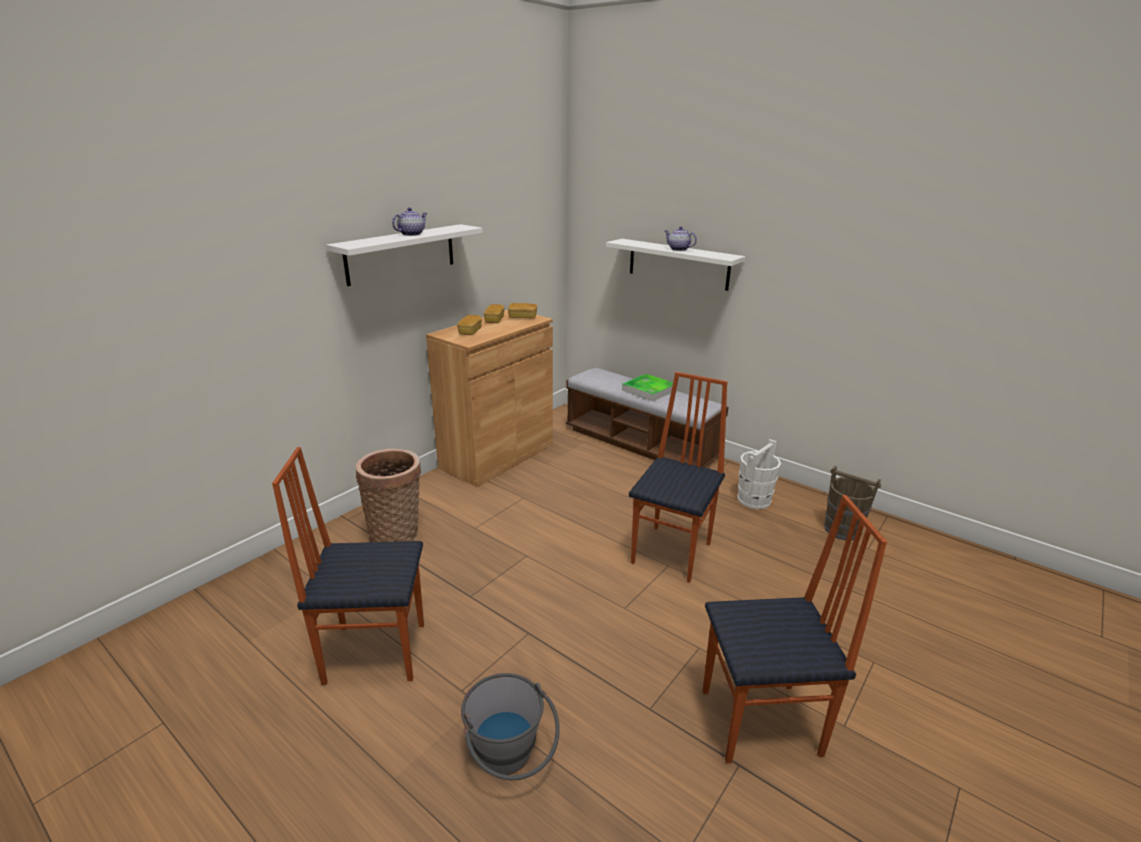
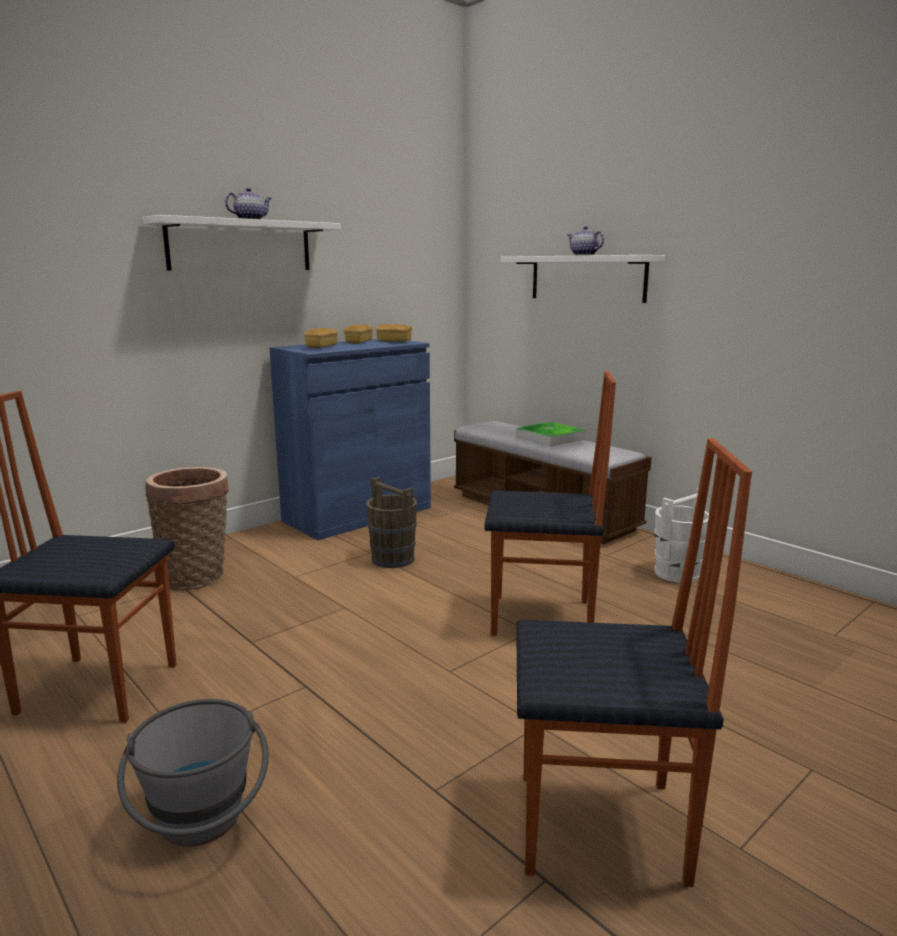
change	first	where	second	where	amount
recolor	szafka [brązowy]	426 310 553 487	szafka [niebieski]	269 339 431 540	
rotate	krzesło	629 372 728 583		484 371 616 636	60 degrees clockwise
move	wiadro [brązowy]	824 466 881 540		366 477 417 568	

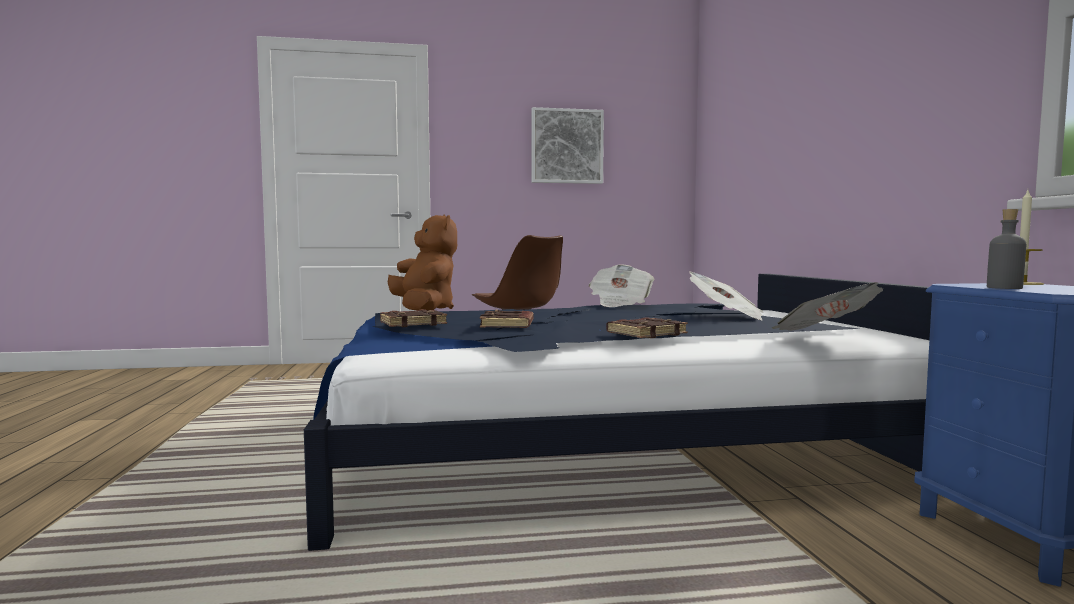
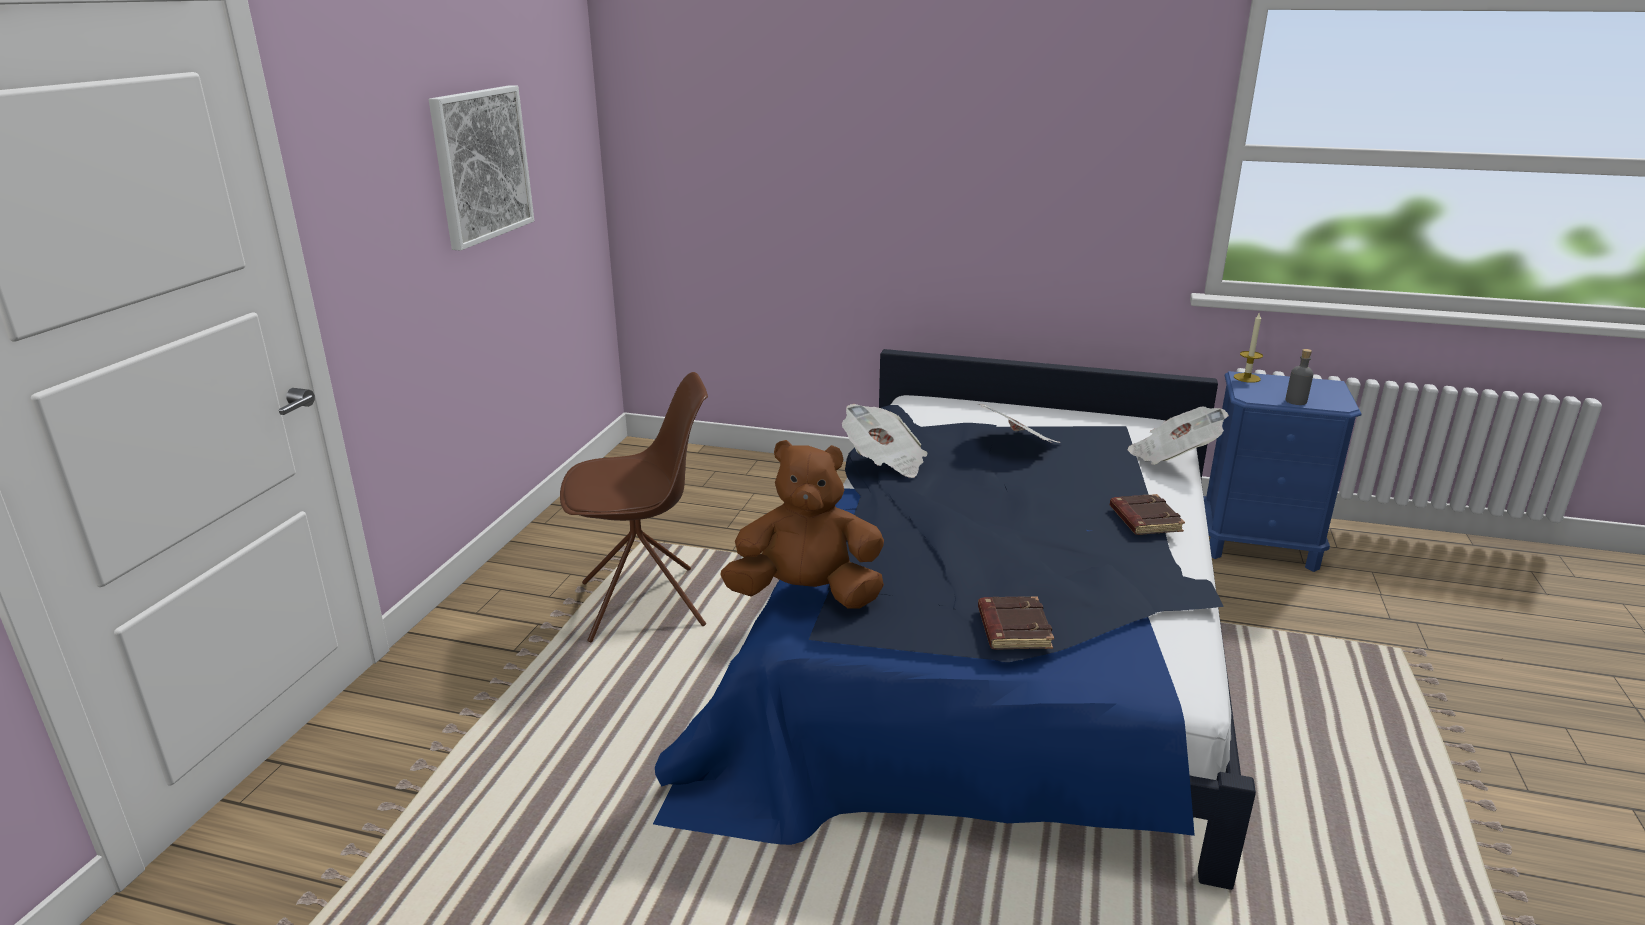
change	first	where	second	where	amount
delete	książka [brązowy]	480 309 534 328			

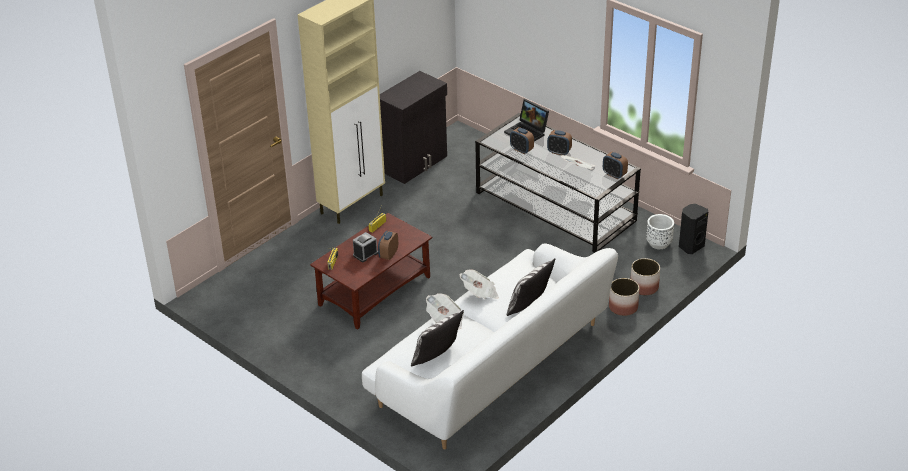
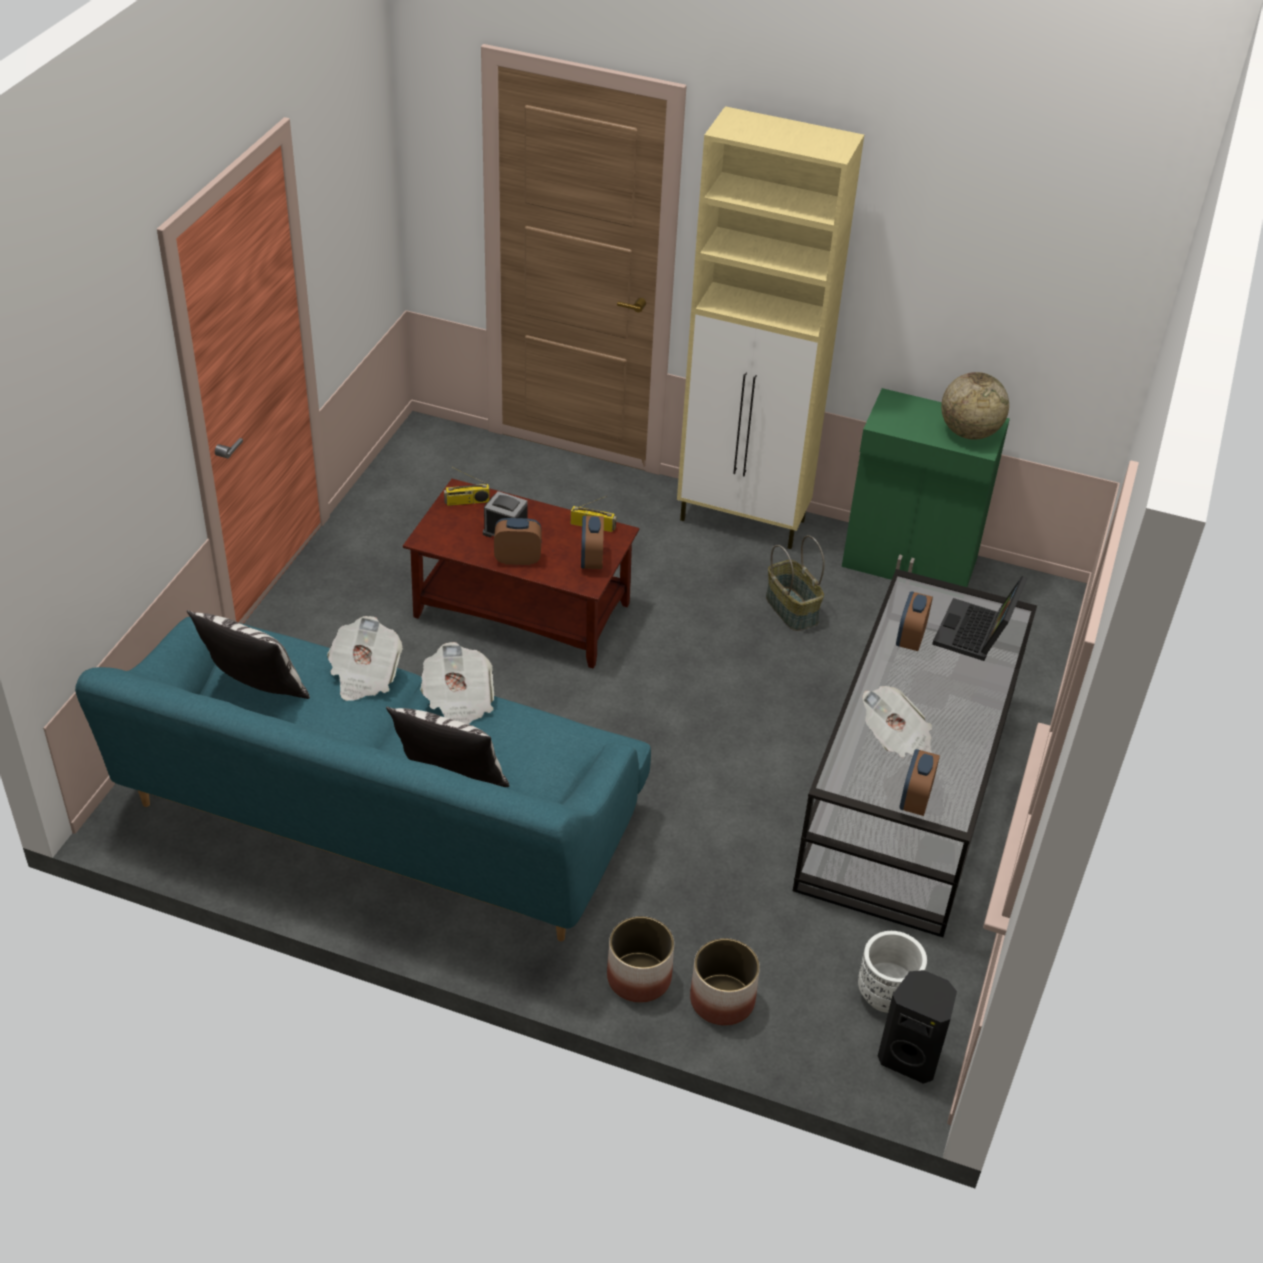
change	first	where	second	where	amount
recolor	kanapa [biały]	362 243 618 449	kanapa [turkusowy]	75 617 651 941	
recolor	szafka [czarny]	380 71 447 184	szafka [zielony]	842 388 1010 587	
move	budzik	547 130 572 155		581 516 604 569	
insert			koszyk	766 535 825 631	
insert			globus	941 372 1009 440	

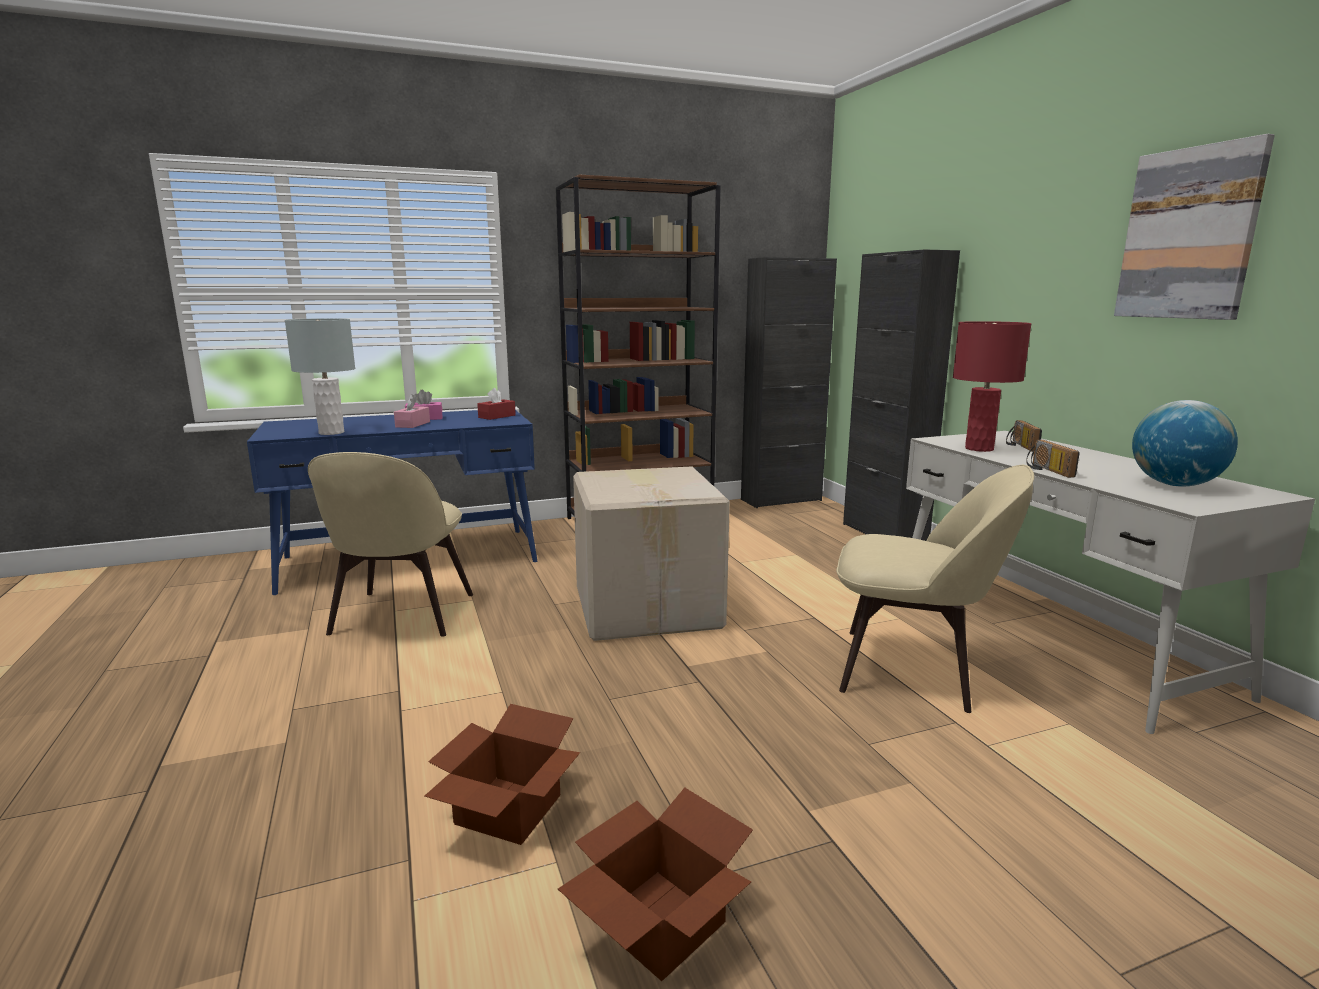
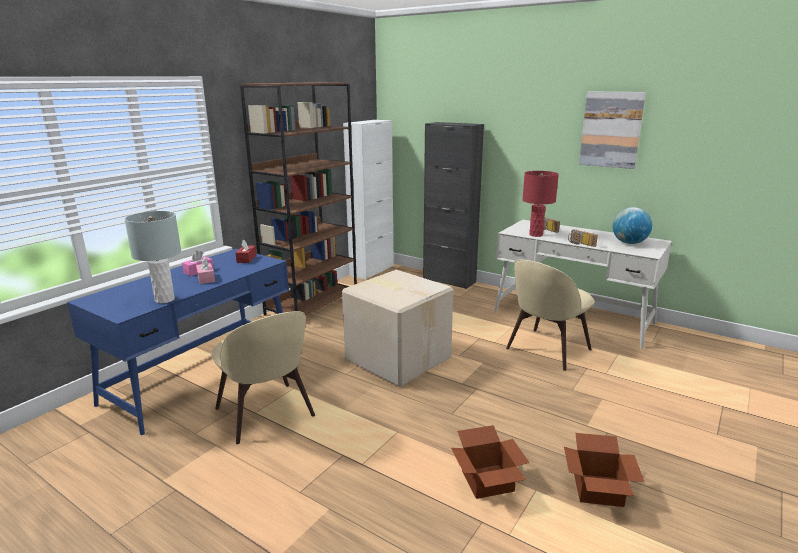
change	first	where	second	where	amount
recolor	szafka [czarny]	741 257 837 508	szafka [biały]	343 120 394 280	
rotate	krzesło [beżowy]	836 465 1034 713		506 260 595 371	150 degrees clockwise

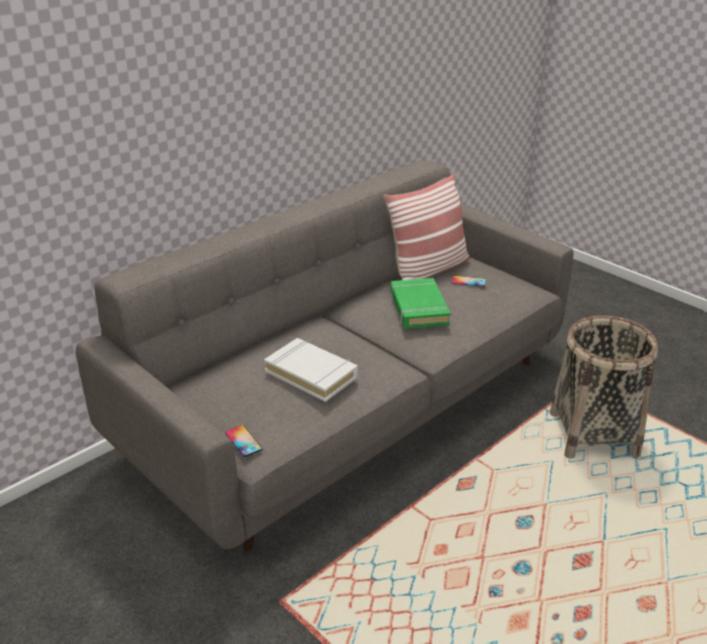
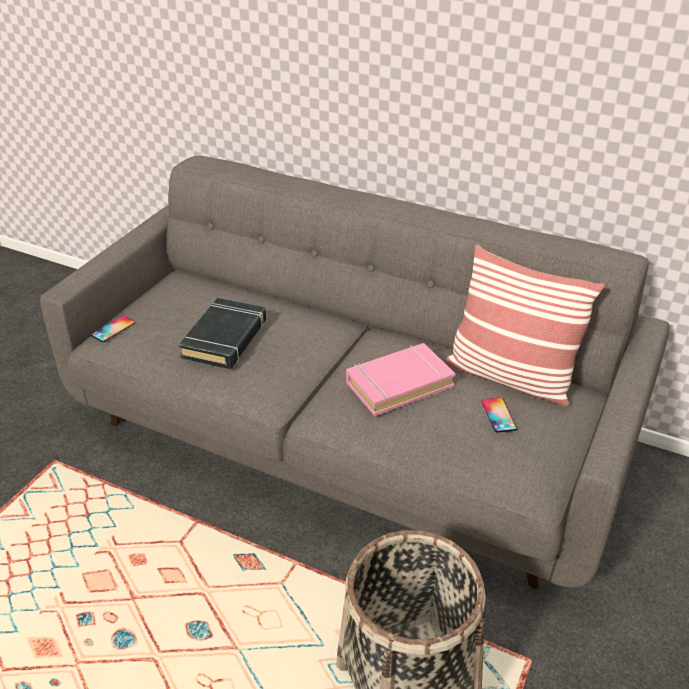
change	first	where	second	where	amount
recolor	książka [biały]	264 338 358 402	książka [czarny]	179 298 266 369	
recolor	książka [zielony]	390 278 451 329	książka [różowy]	346 343 455 416	

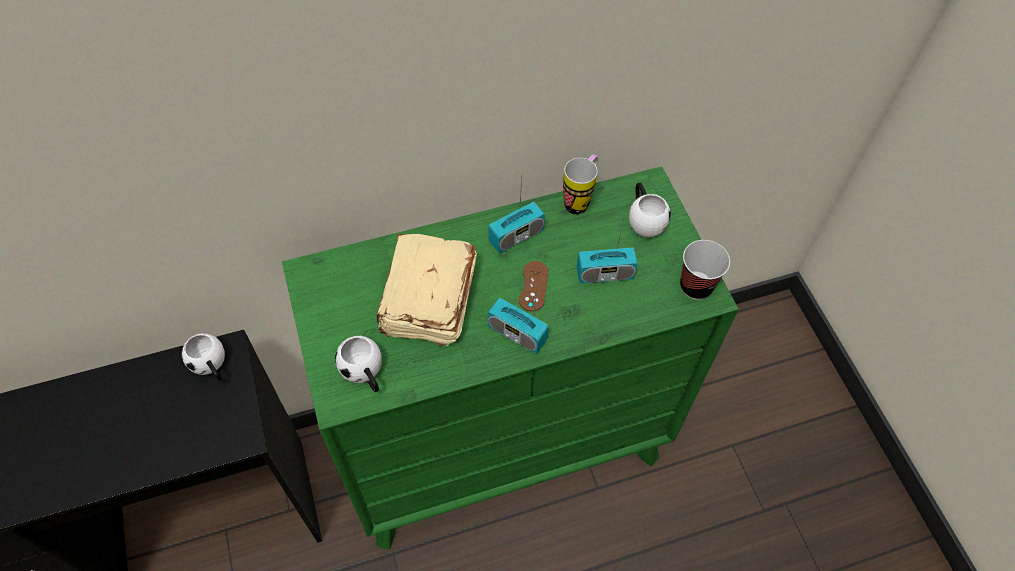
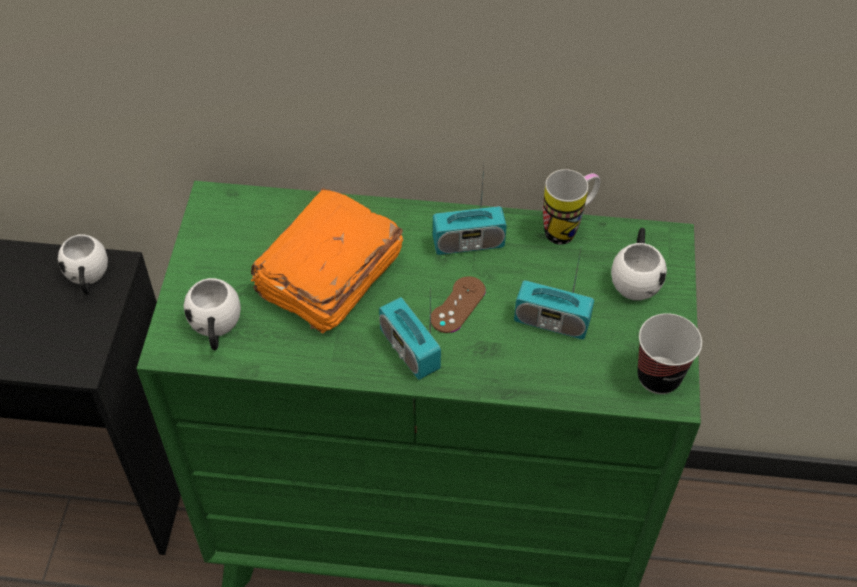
change	first	where	second	where	amount
recolor	książka [beżowy]	376 234 477 346	książka [pomarańczowy]	251 188 404 334	

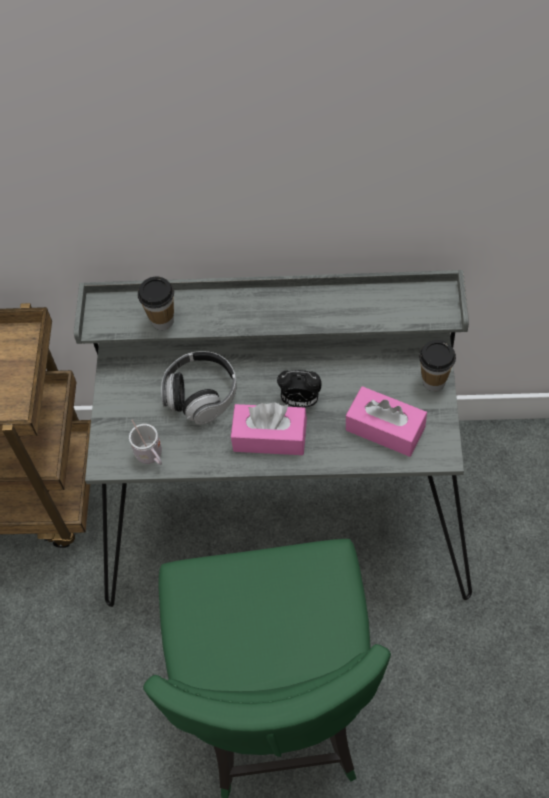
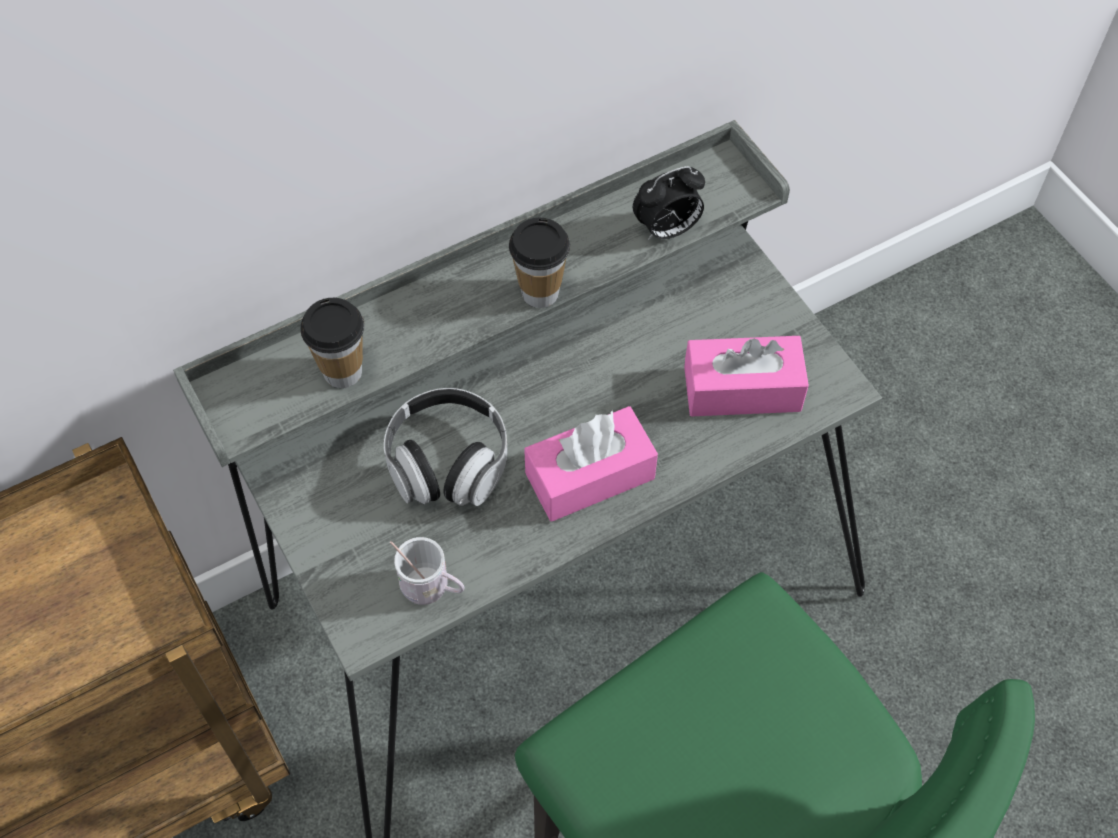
change	first	where	second	where	amount
move	budzik	277 370 322 408		633 166 705 240	
move	filiżanka	419 340 456 391		509 218 570 308	

